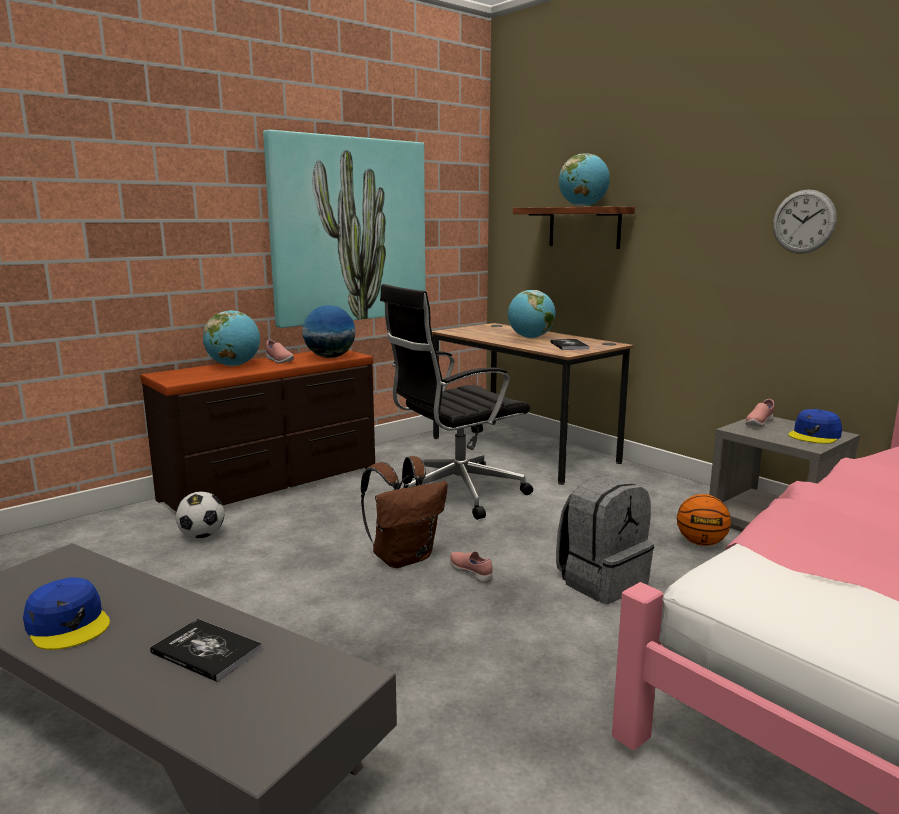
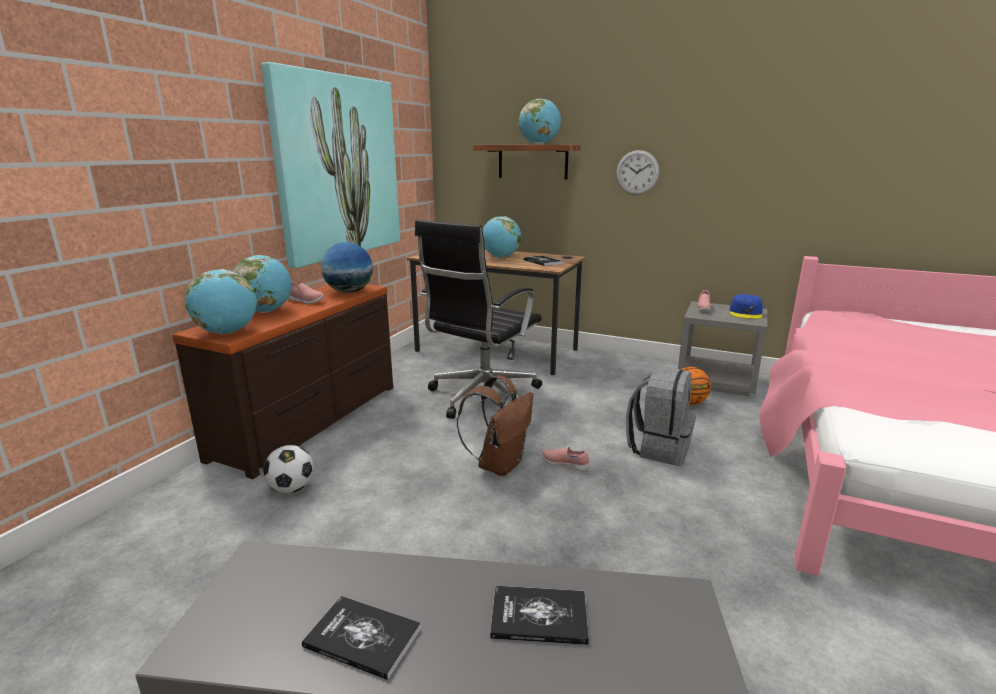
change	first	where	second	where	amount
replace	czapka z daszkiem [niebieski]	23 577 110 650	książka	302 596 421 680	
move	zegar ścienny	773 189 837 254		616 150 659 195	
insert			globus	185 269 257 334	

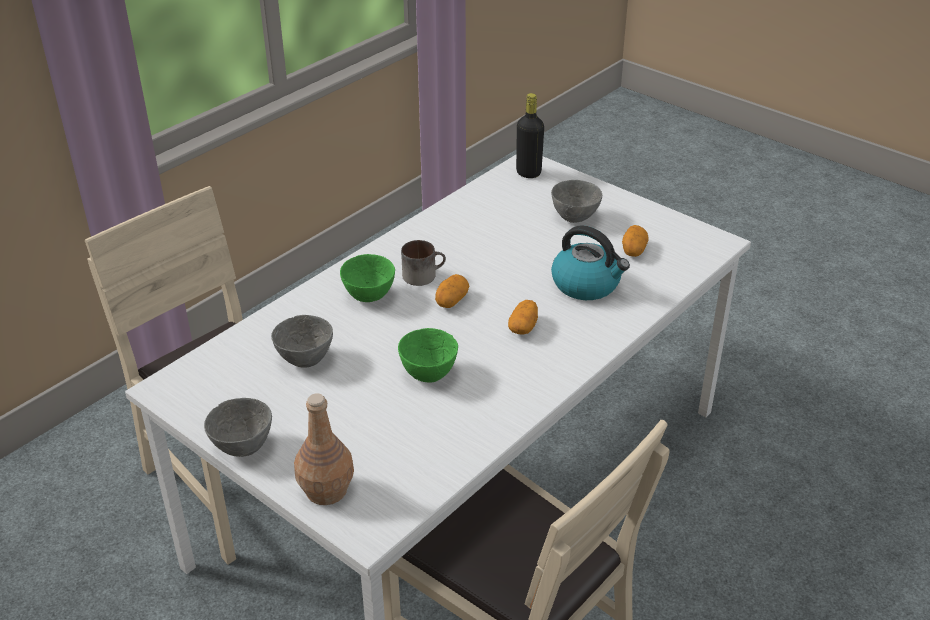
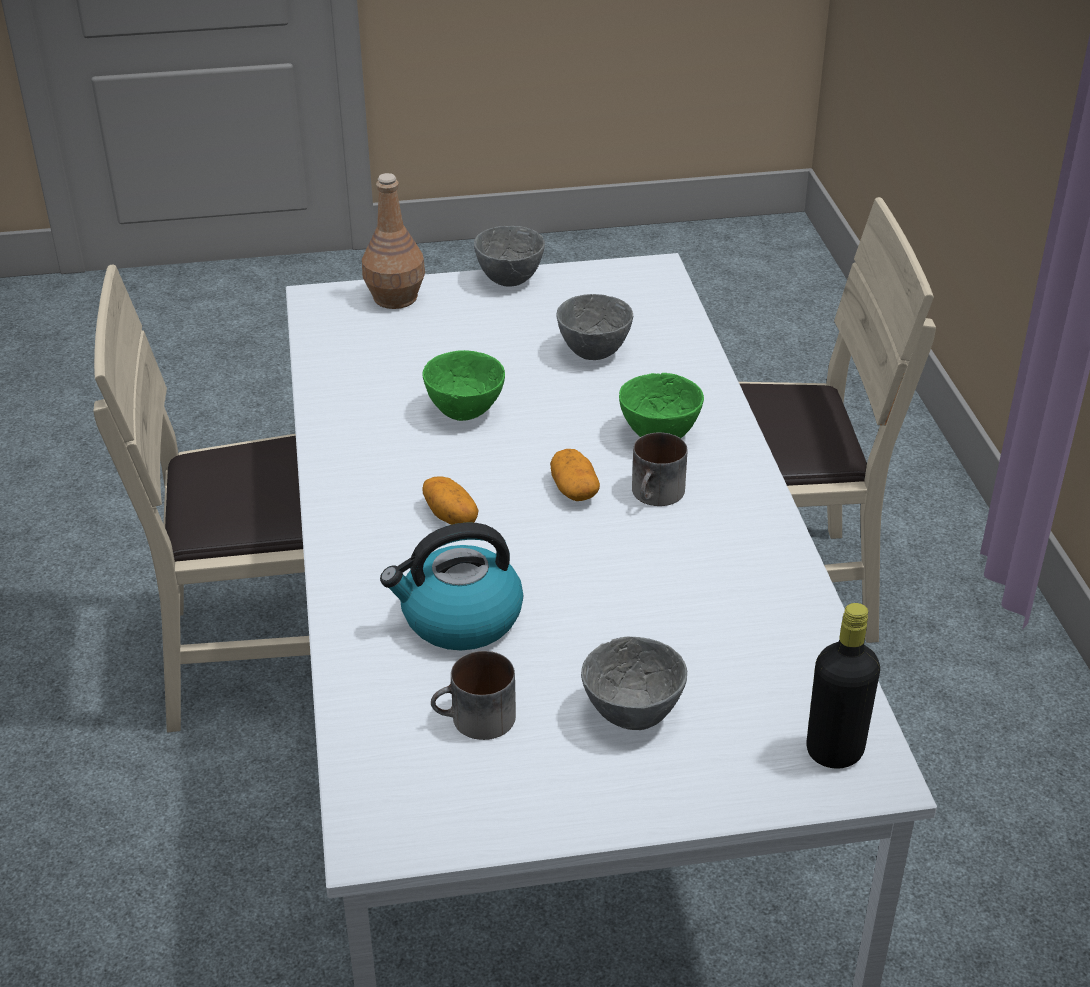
change	first	where	second	where	amount
replace	ziemniak	622 225 648 257	kubek	431 651 516 740	

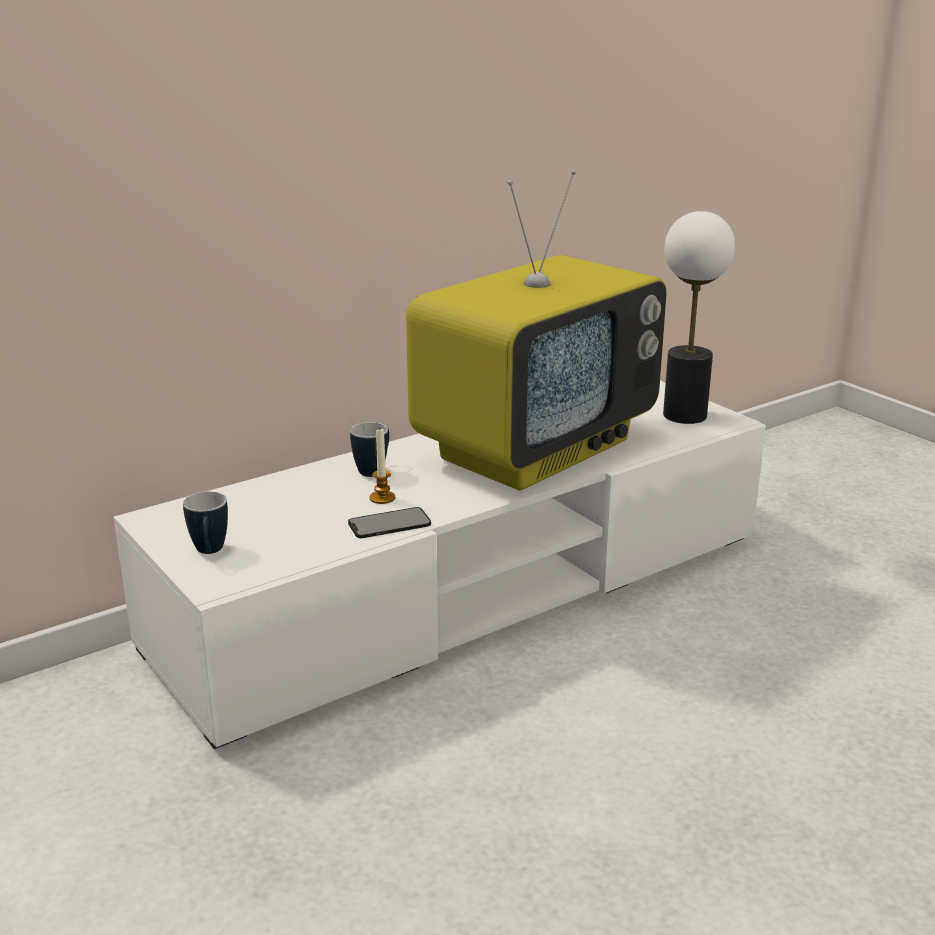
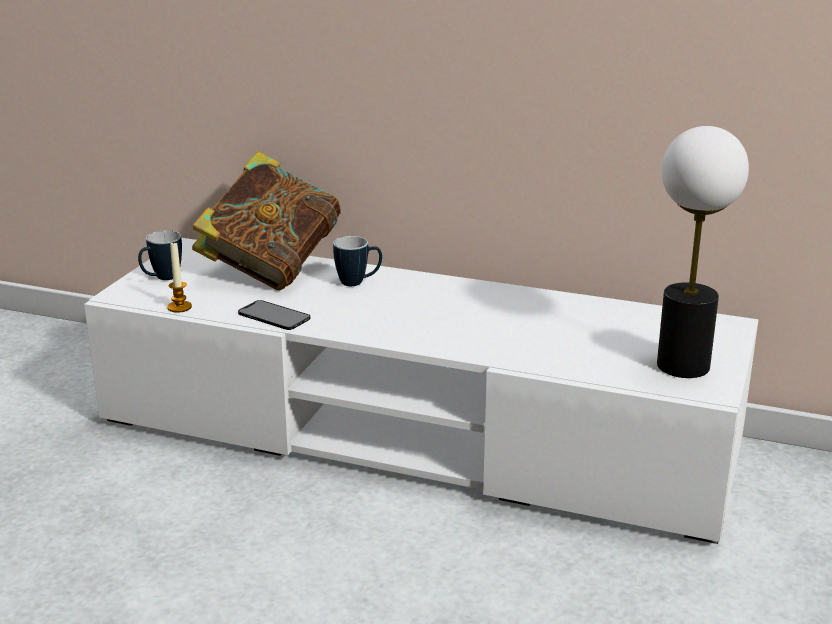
change	first	where	second	where	amount
move	świeca	370 429 395 504		167 241 192 313	
delete	telewizor	406 170 667 490			
insert			książka	192 151 341 290	

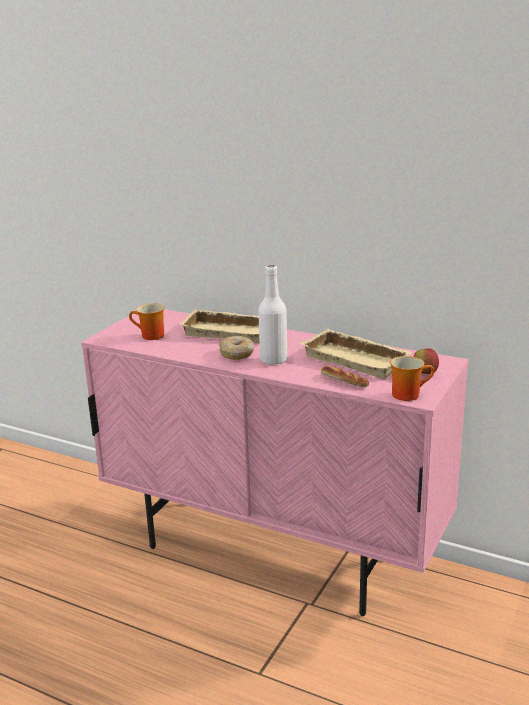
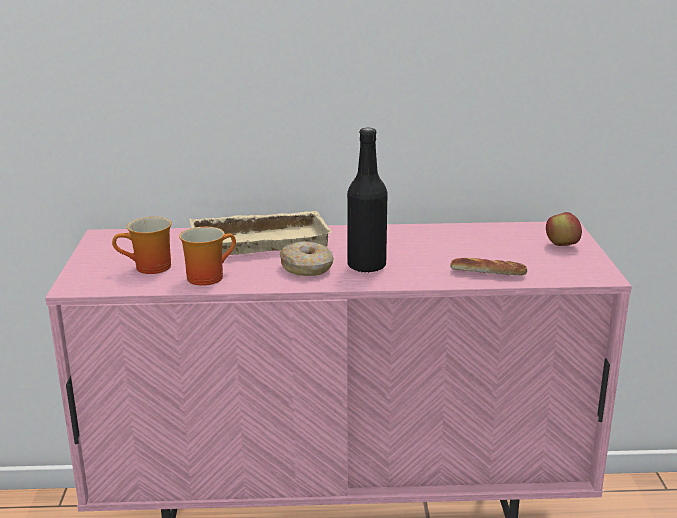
change	first	where	second	where	amount
recolor	butelka [biały]	258 265 287 365	butelka [czarny]	347 128 387 273	
delete	taca [beżowy]	300 329 413 379			
move	kubek	390 356 434 401		179 227 236 286	

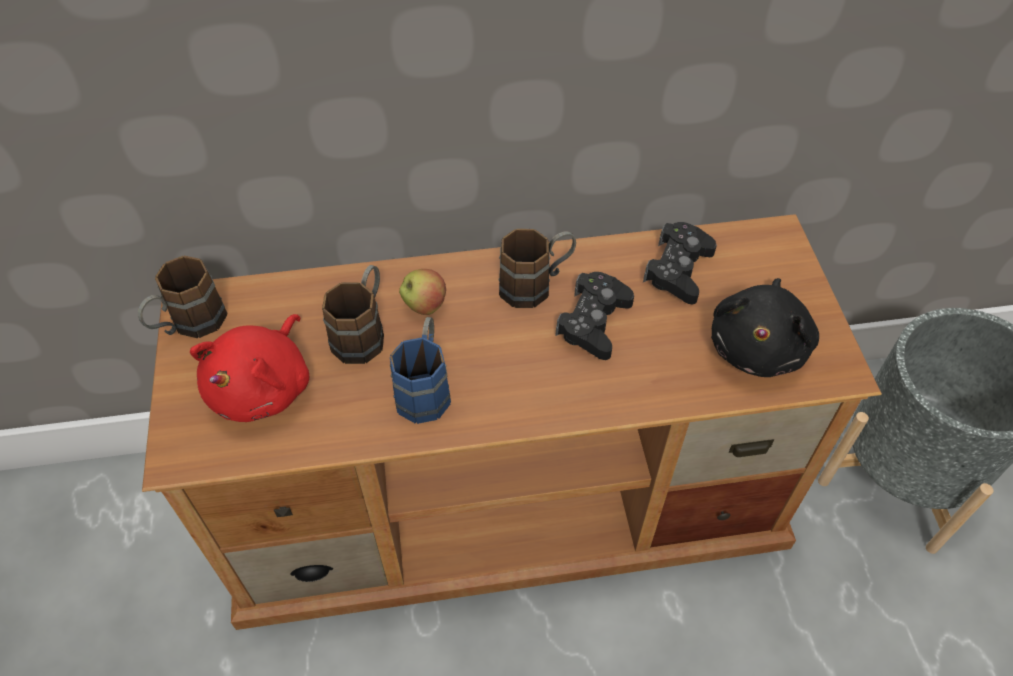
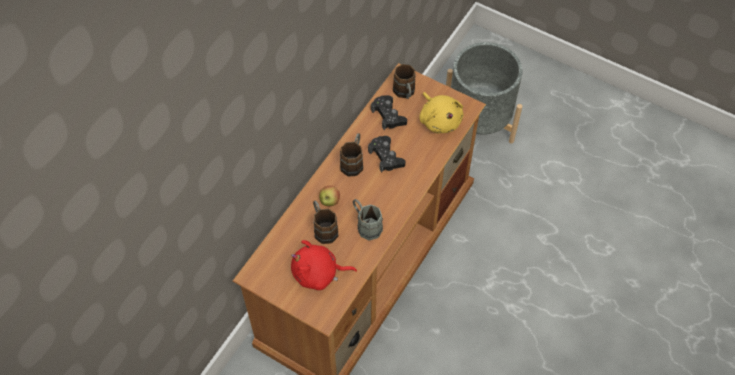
change	first	where	second	where	amount
move	kubek [brązowy]	138 256 227 338		393 64 416 99	
rotate	pluszak [czerwony]	190 314 309 422		291 240 357 290	120 degrees clockwise
recolor	kubek [niebieski]	390 317 451 424	kubek [szary]	353 199 383 240	
recolor	pluszak [czarny]	711 278 819 377	pluszak [żółty]	419 92 463 133	

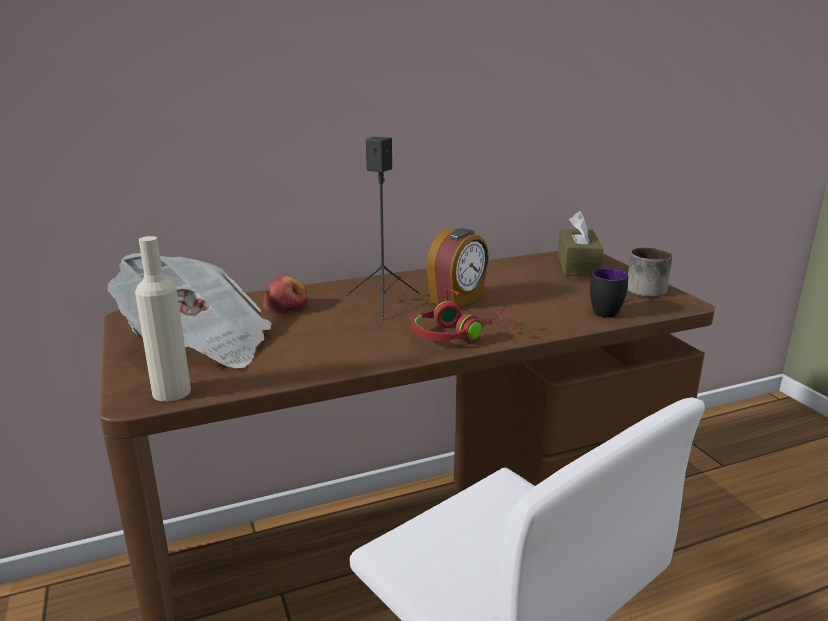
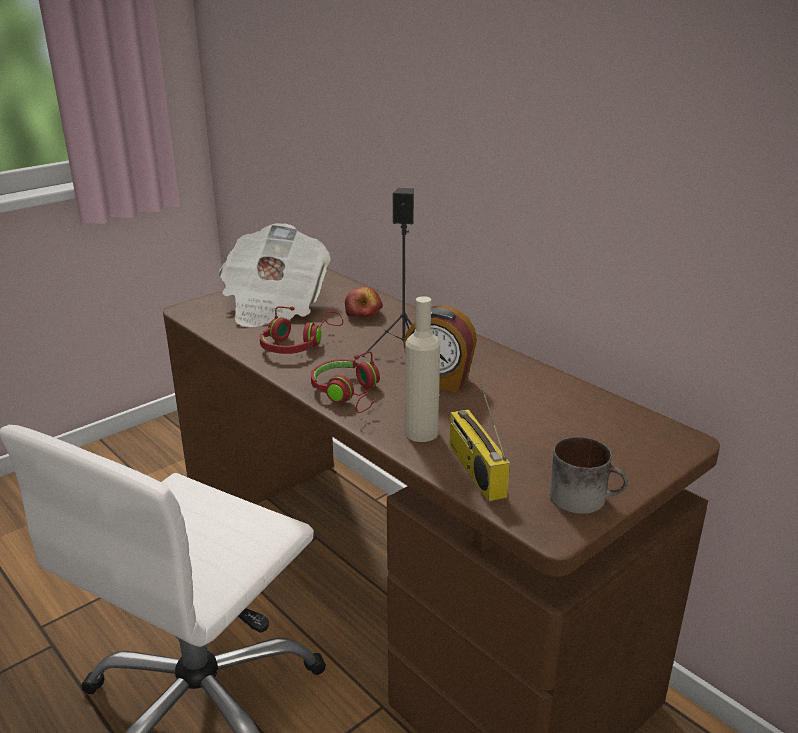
change	first	where	second	where	amount
move	butelka [beżowy]	135 236 191 402		405 296 440 442	
delete	pudełko chusteczek [brązowy]	558 211 603 276			
replace	kubek	590 269 628 318	radio	449 363 510 502	
insert			słuchawki [czerwony]	259 306 343 354	

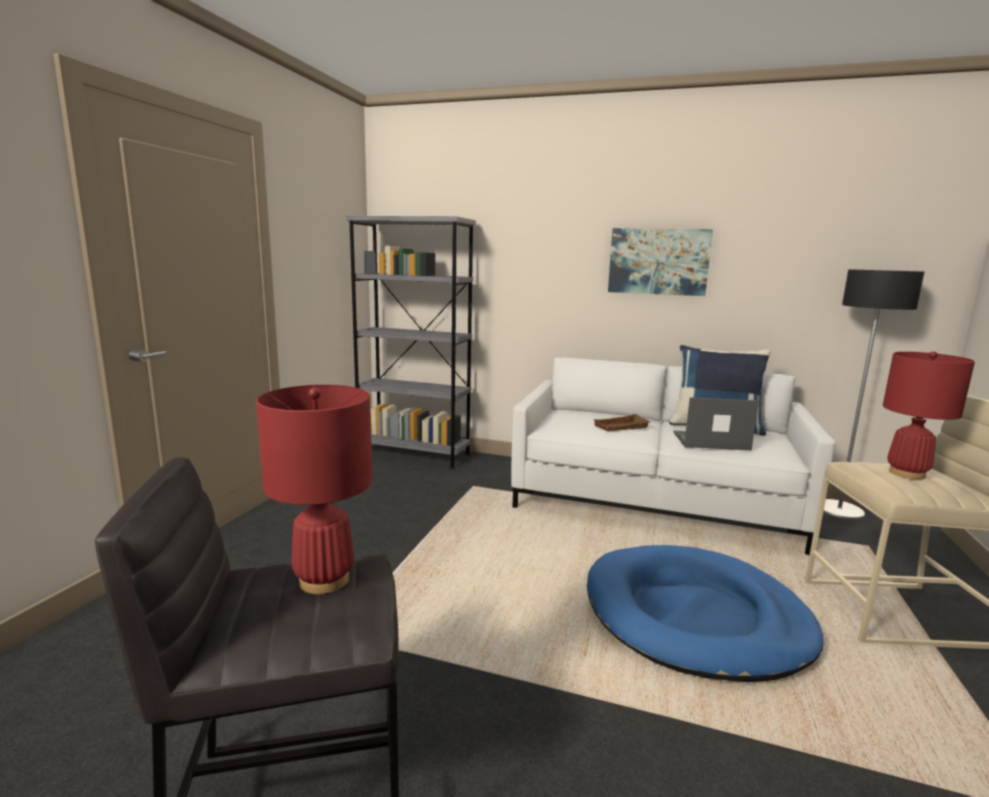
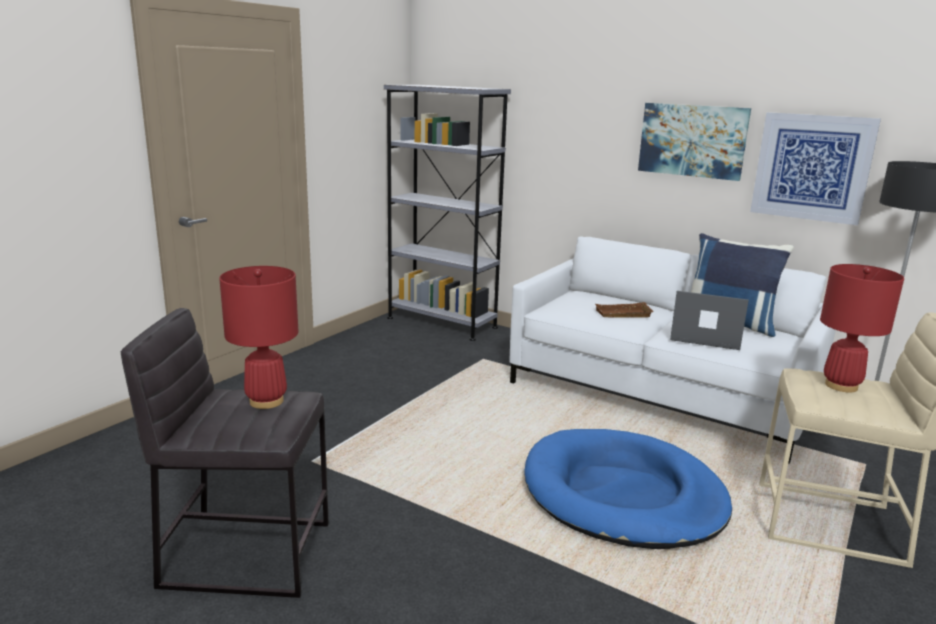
change	first	where	second	where	amount
insert			obraz	750 112 881 225	

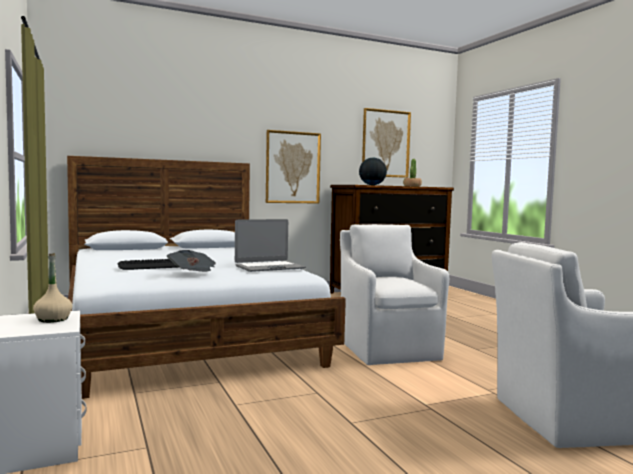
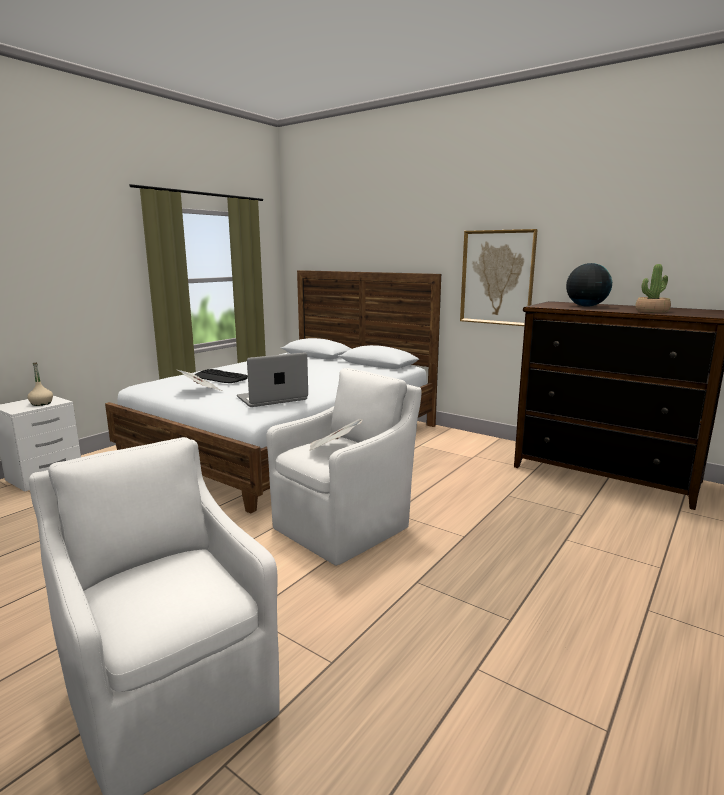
change	first	where	second	where	amount
rotate	laptop	235 219 306 272		237 352 308 407	120 degrees clockwise
delete	obraz	362 108 411 178			
insert			gazeta	309 419 362 451	

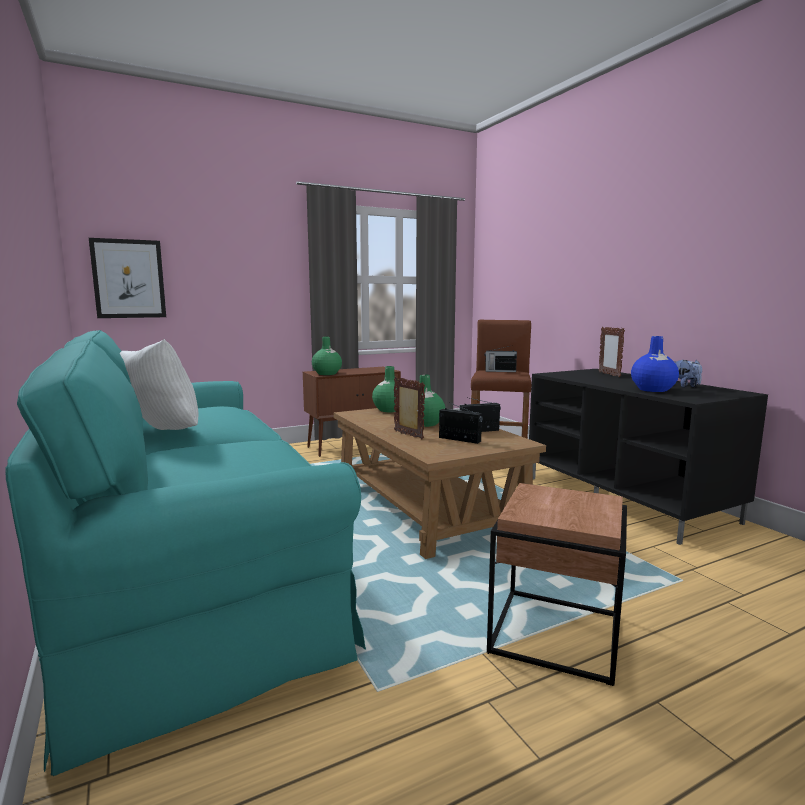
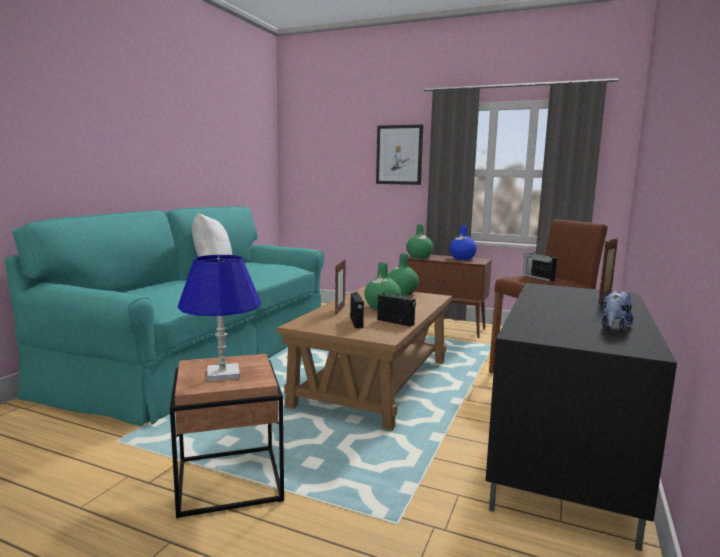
change	first	where	second	where	amount
move	obraz	89 238 166 318		376 125 423 185	
move	wazon [niebieski]	631 336 679 392		449 225 477 260	
insert			lampa stołowa [niebieski]	178 255 261 381	

